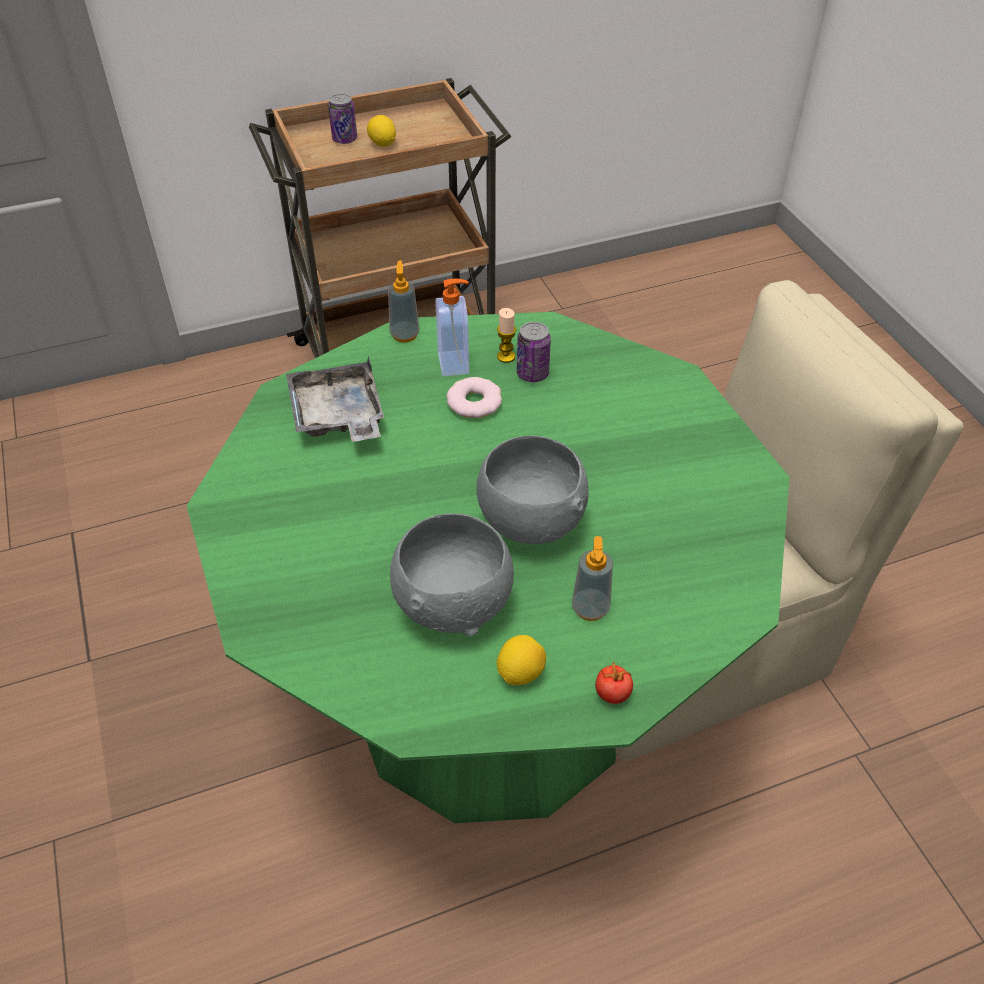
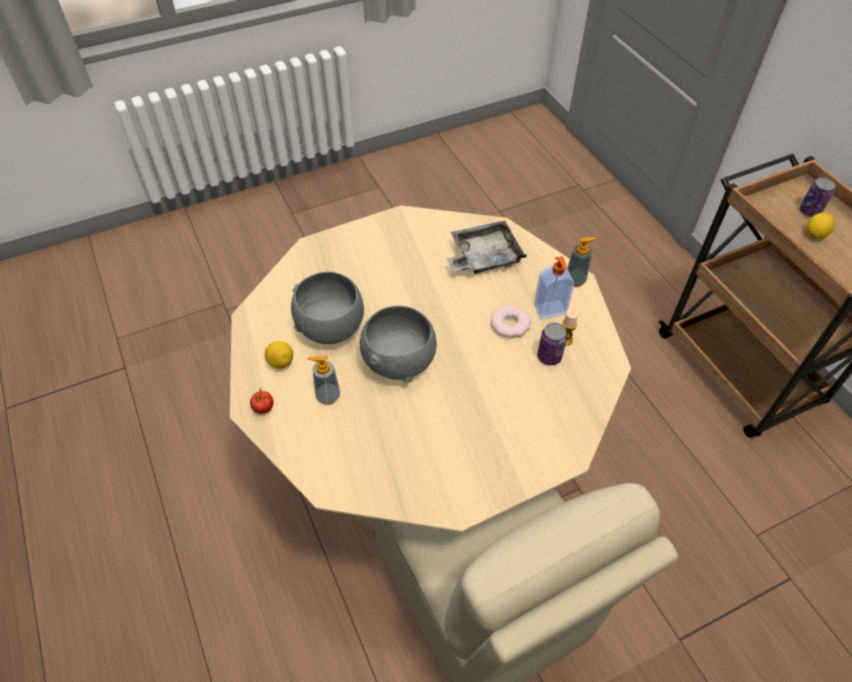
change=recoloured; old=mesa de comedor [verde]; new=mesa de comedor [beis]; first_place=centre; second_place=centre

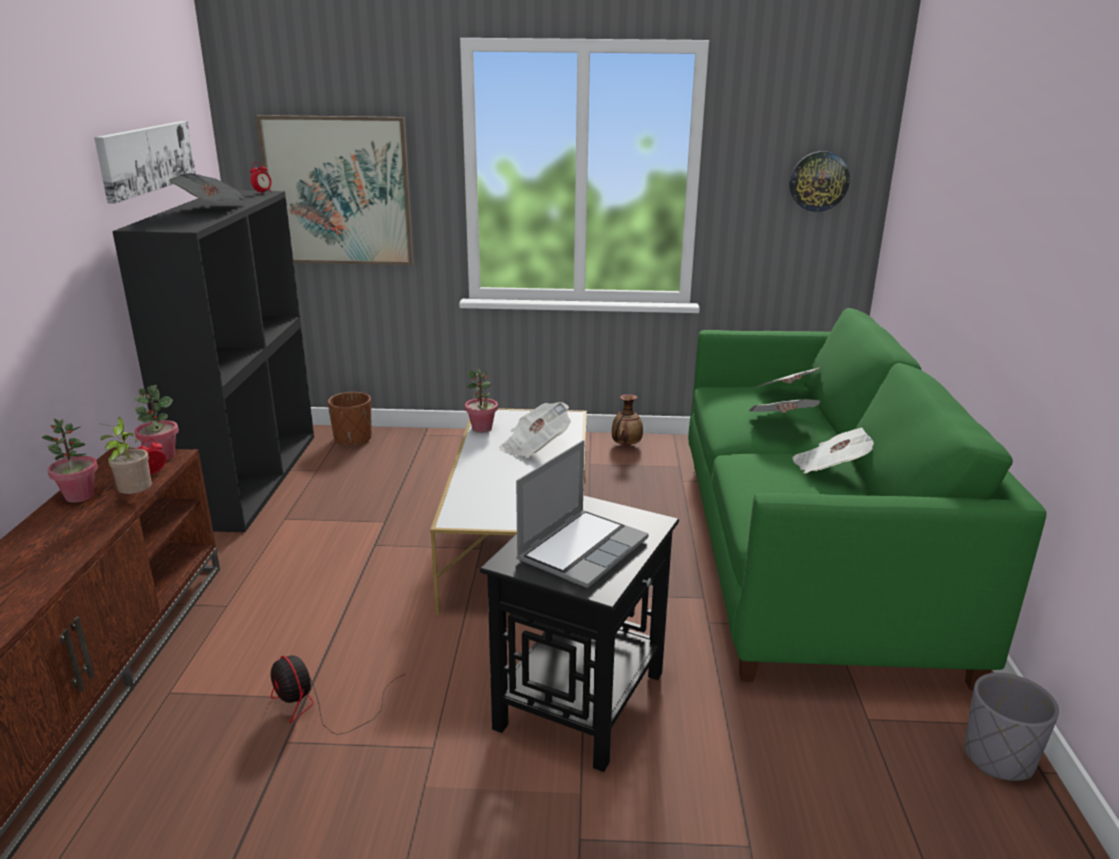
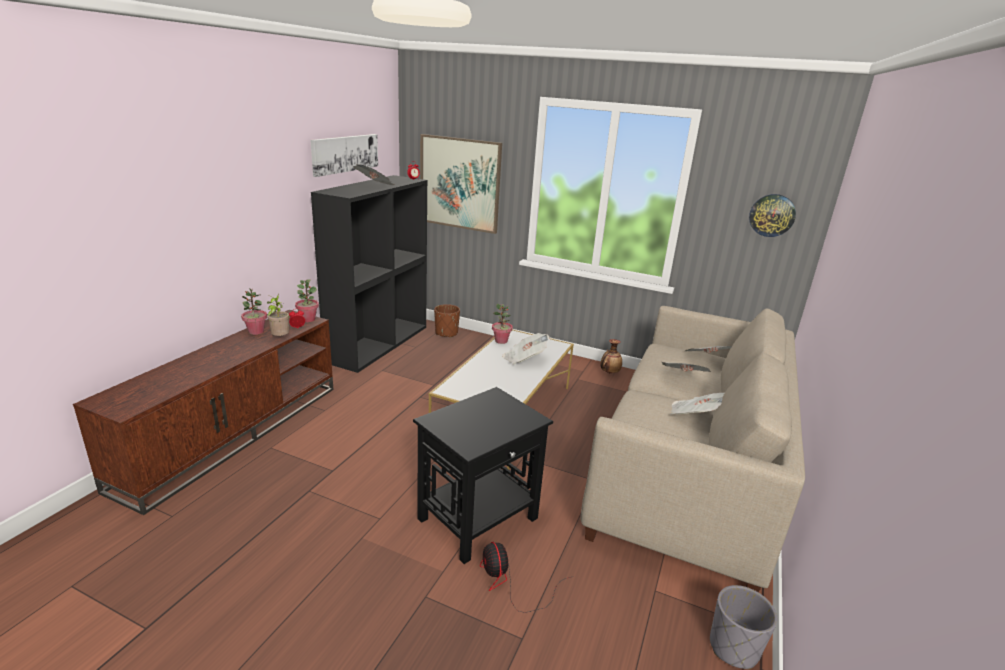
change=moved; old=ventilador; first_place=bottom left; second_place=bottom centre
change=recoloured; old=sofá [verde]; new=sofá [beis]; first_place=middle right; second_place=bottom right
change=removed; old=portátil; first_place=centre

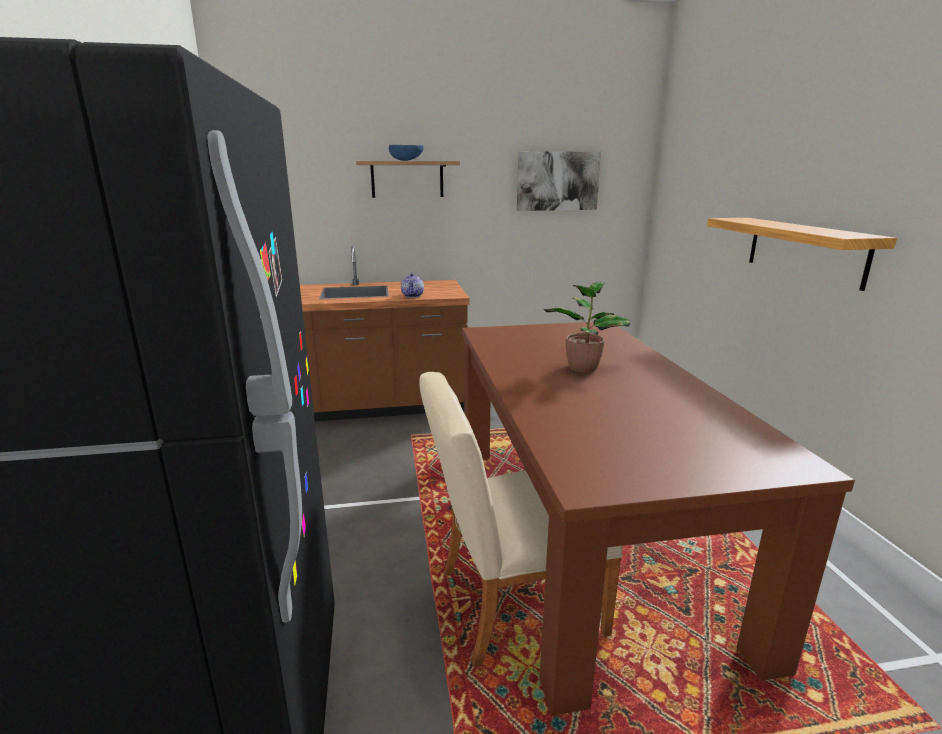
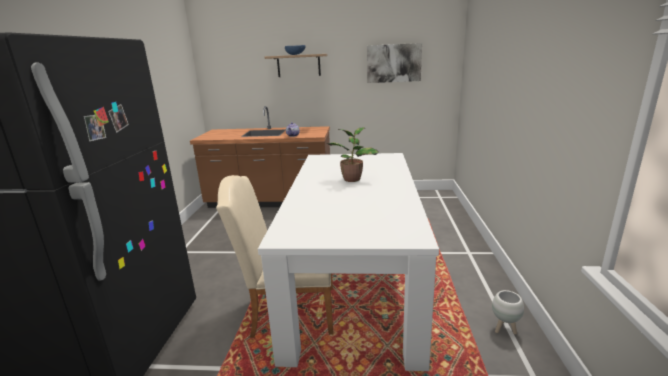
change=recoloured; old=mesa de comedor [marrón]; new=mesa de comedor [blanco]; first_place=bottom right; second_place=bottom centre
change=added; new=maceta [blanco]; second_place=bottom right
change=removed; old=estante (2nd from left); first_place=middle right

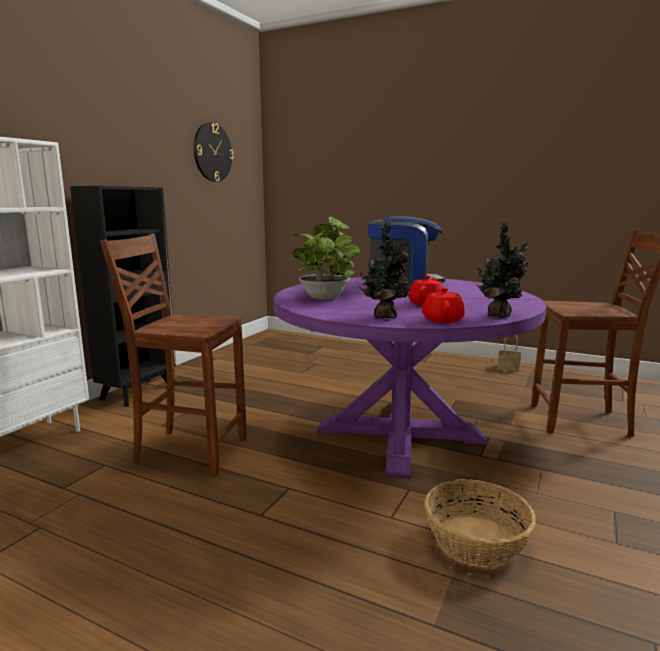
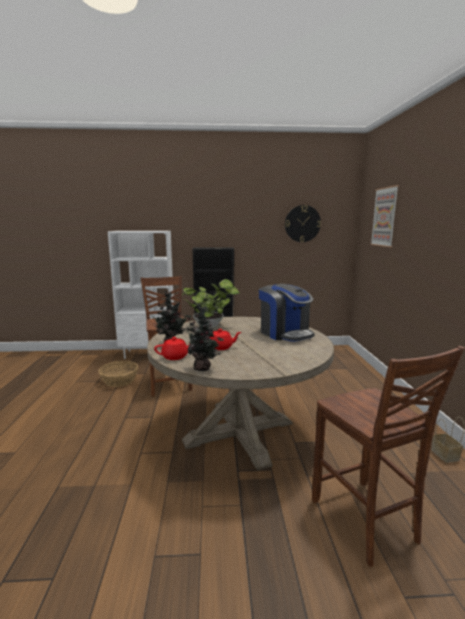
change=moved; old=cesta (1st from left); first_place=bottom right; second_place=middle left
change=recoloured; old=mesa de comedor [morado]; new=mesa de comedor [beis]; first_place=centre; second_place=centre
change=added; new=cuadro; second_place=middle right

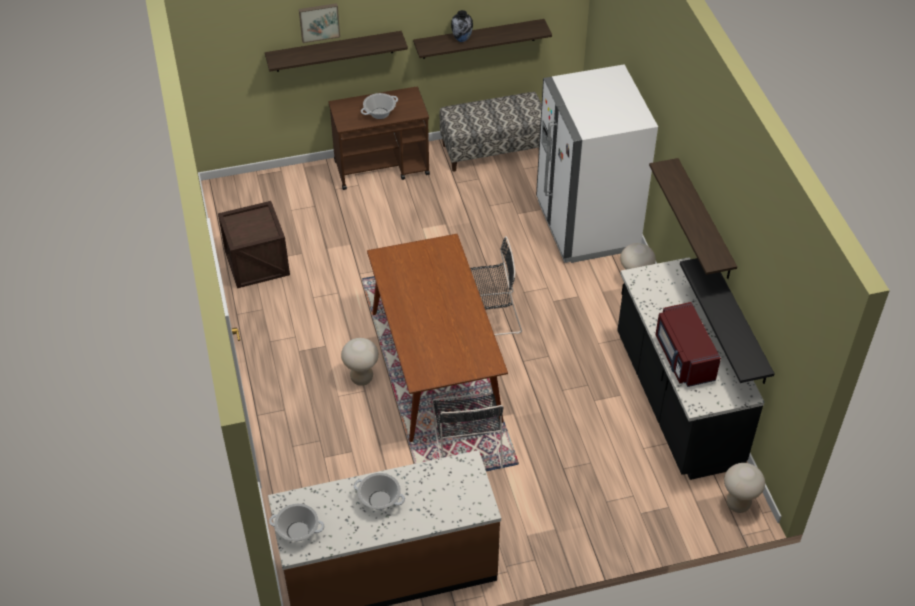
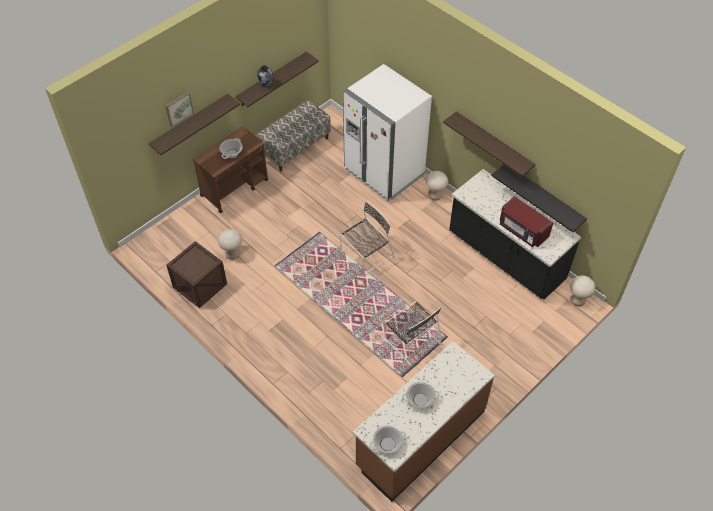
change=moved; old=taburete [beis] (1st from left); first_place=centre; second_place=middle left
change=removed; old=mesa de comedor [marrón]; first_place=centre

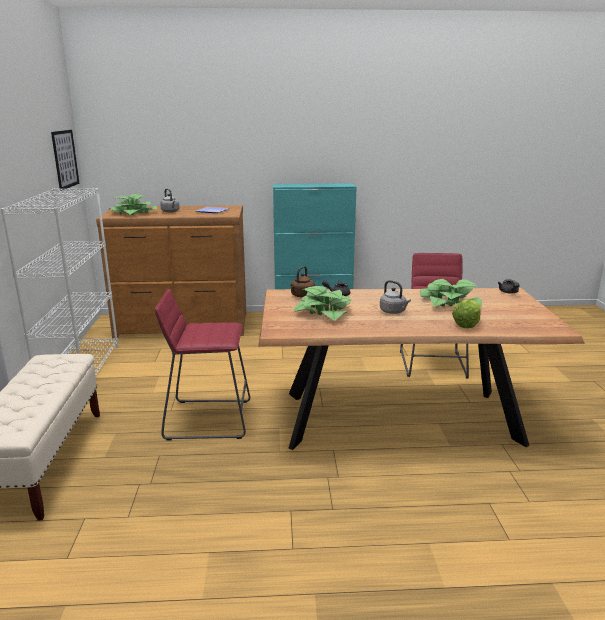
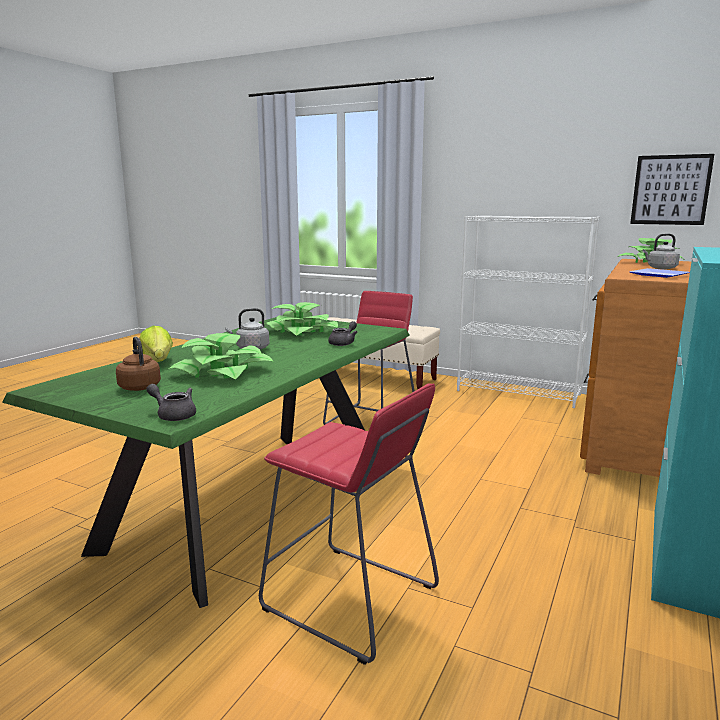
change=recoloured; old=mesa de comedor [marrón]; new=mesa de comedor [verde]; first_place=middle right; second_place=middle left
change=moved; old=hervidor [marrón]; first_place=centre; second_place=middle left

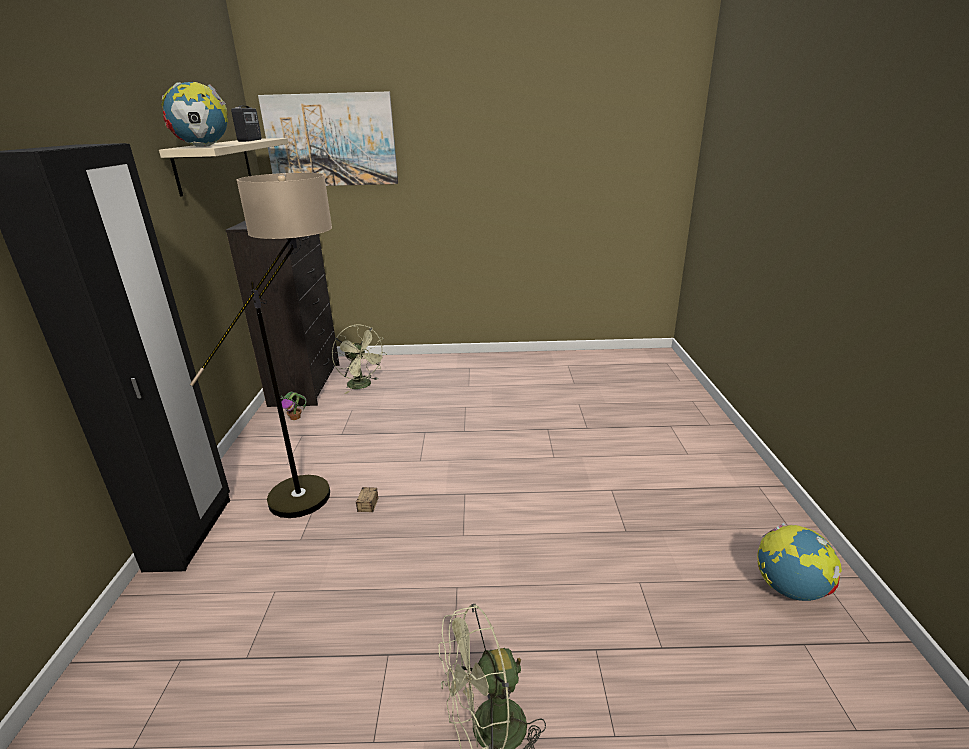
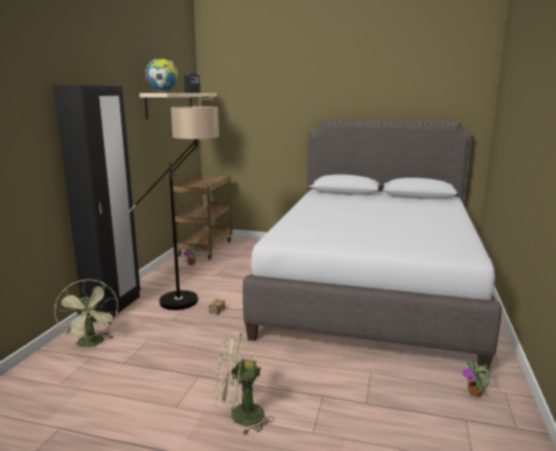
change=moved; old=ventilador [verde] (1st from left); first_place=centre; second_place=bottom left
change=replaced; old=cómoda [negro]; new=carrito [marrón]; first_place=middle left; second_place=centre
change=added; new=cama [gris]; second_place=middle right
change=replaced; old=globo terráqueo (2nd from left); new=planta en maceta (2nd from left); first_place=bottom right; second_place=bottom right
change=removed; old=cuadro; first_place=top centre

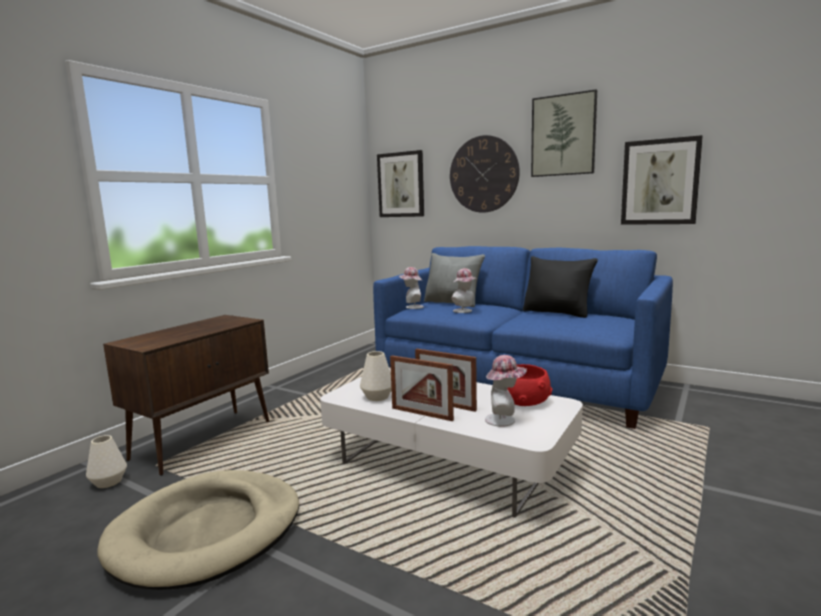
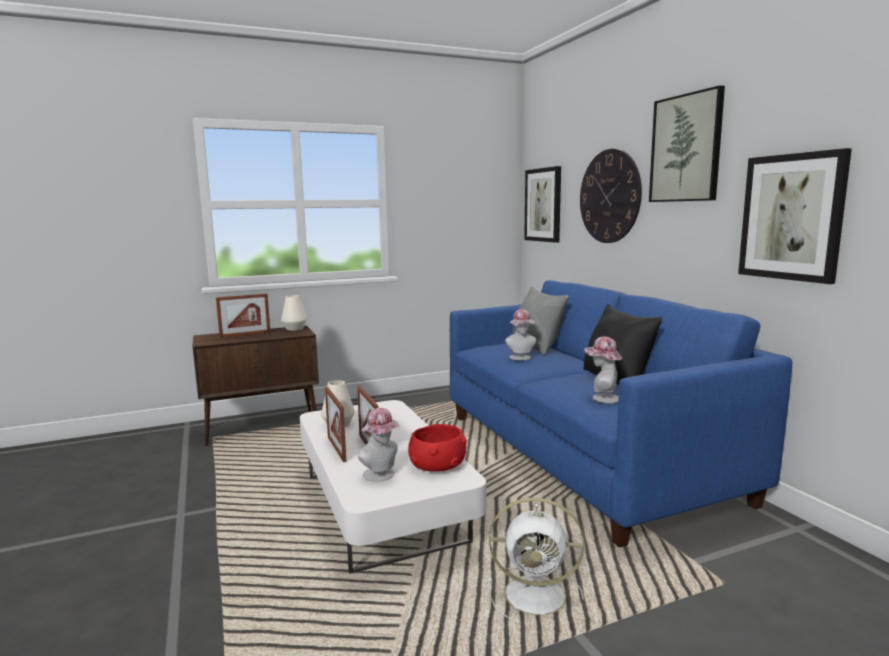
change=added; new=portarretratos (1st from left); second_place=middle left
change=moved; old=florero [blanco] (1st from left); first_place=bottom left; second_place=middle left
change=added; new=ventilador [blanco]; second_place=bottom centre
change=moved; old=sombrero (1st from left in the first image); new=sombrero (3rd from left); first_place=centre; second_place=middle right
change=removed; old=cama para perro [beis]; first_place=bottom left

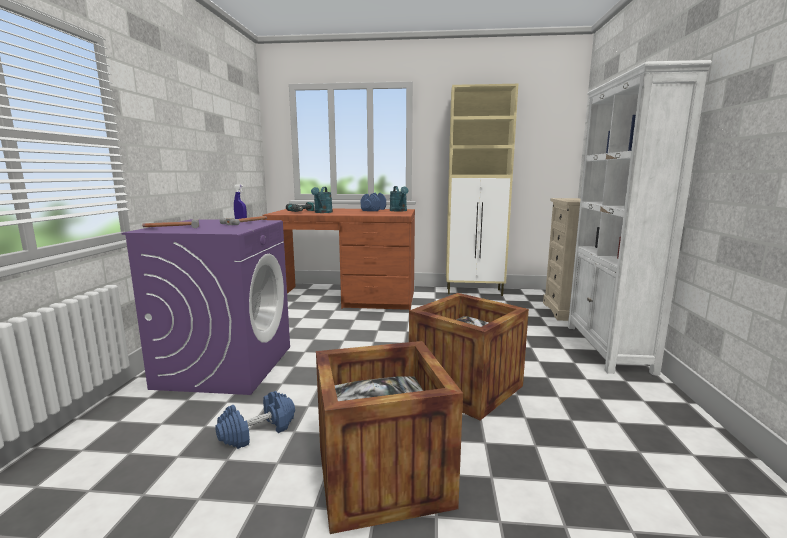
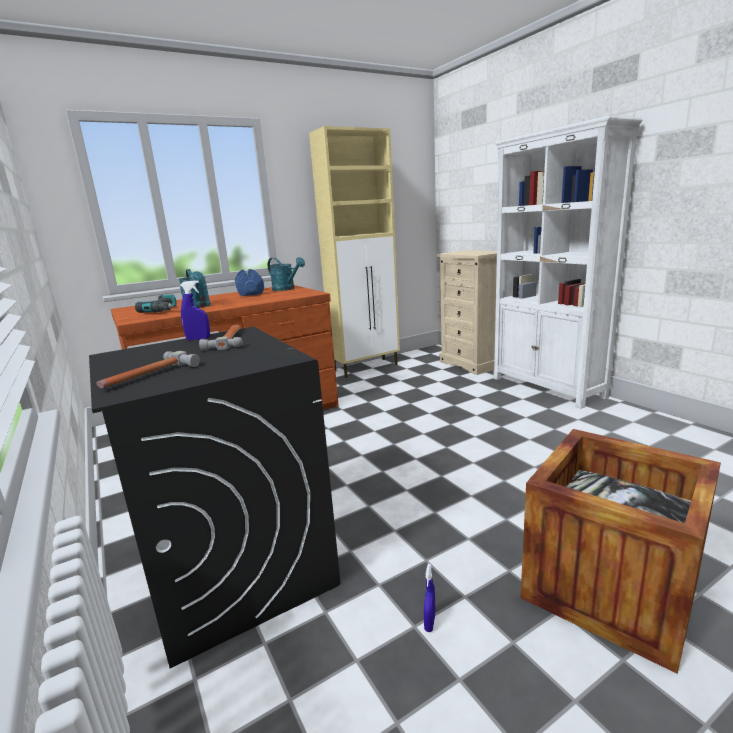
change=recoloured; old=lavadora [morado]; new=lavadora [negro]; first_place=middle left; second_place=bottom left
change=replaced; old=mancuerna [azul] (1st from left); new=pulverizador [azul] (2nd from left); first_place=bottom left; second_place=bottom centre
change=removed; old=caja de embalaje (2nd from left); first_place=centre

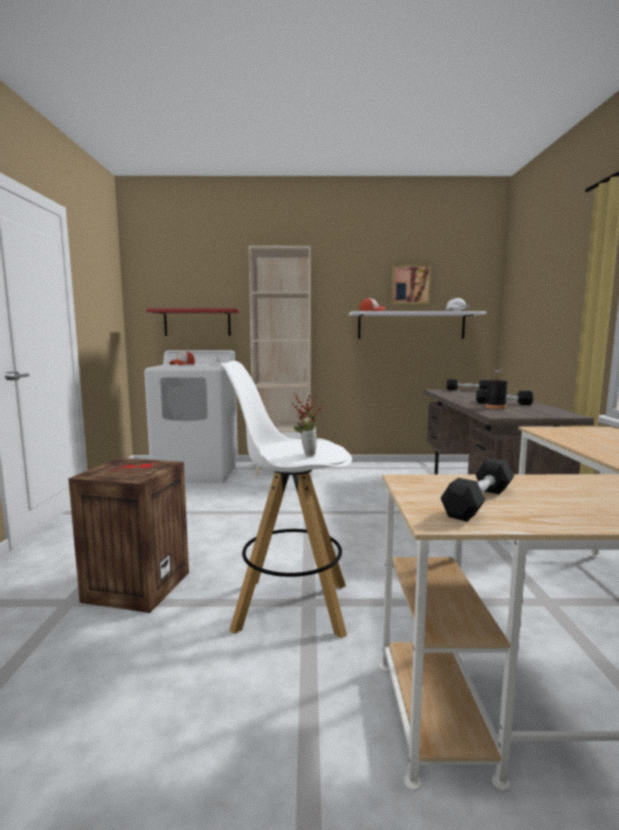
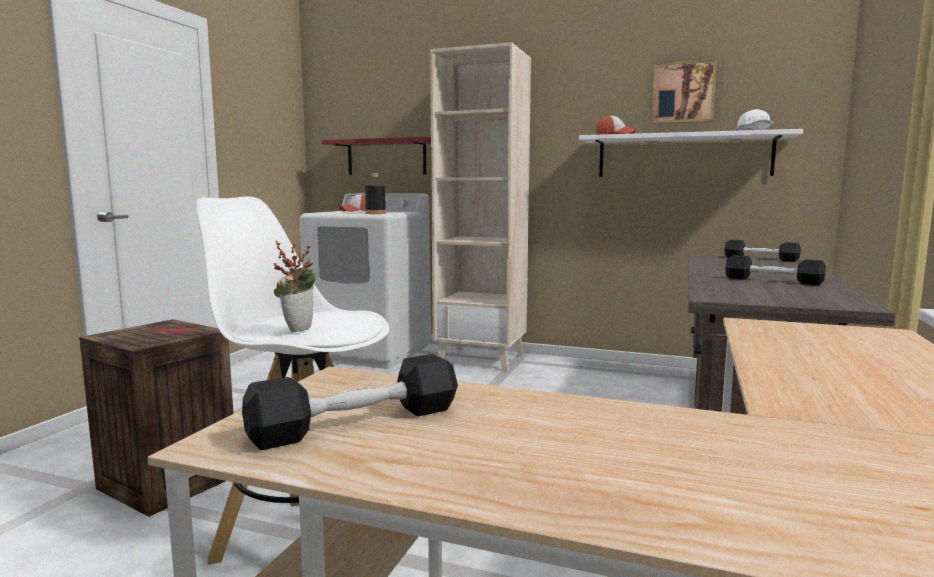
change=moved; old=botella [negro]; first_place=middle right; second_place=centre

